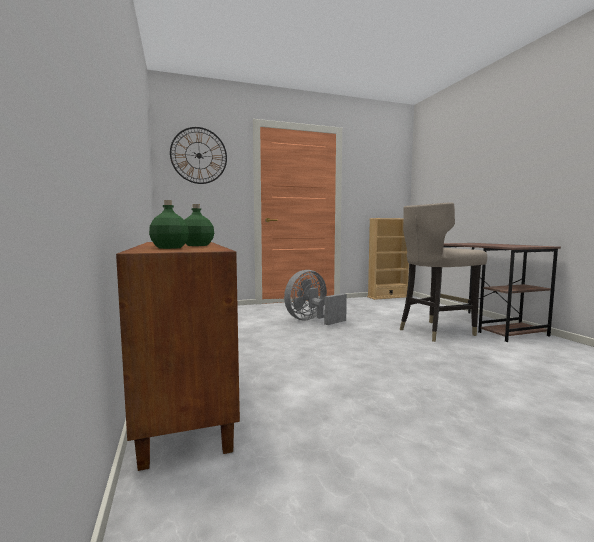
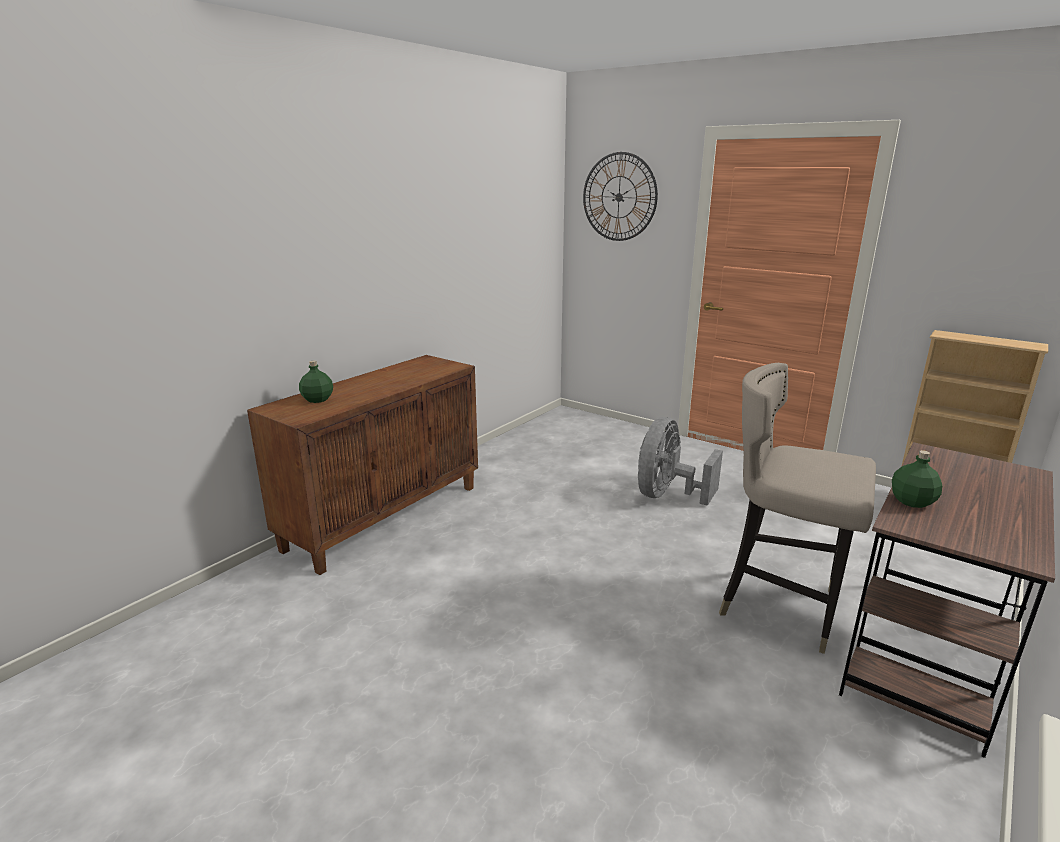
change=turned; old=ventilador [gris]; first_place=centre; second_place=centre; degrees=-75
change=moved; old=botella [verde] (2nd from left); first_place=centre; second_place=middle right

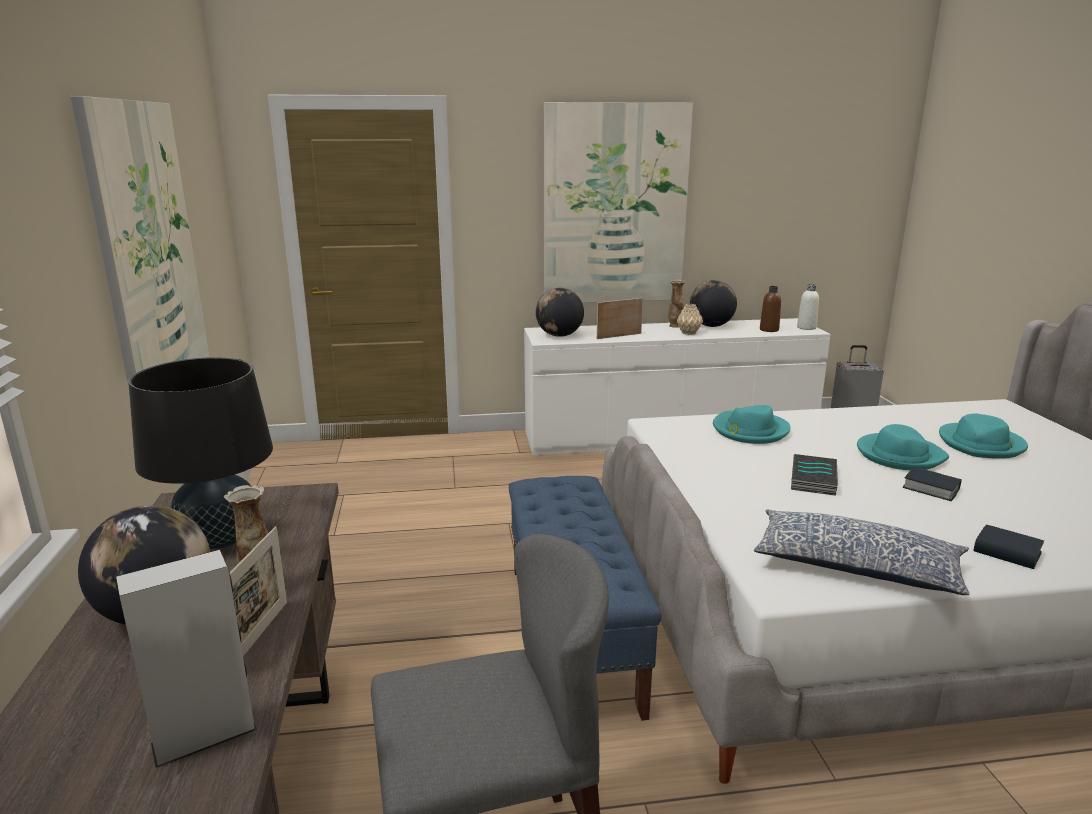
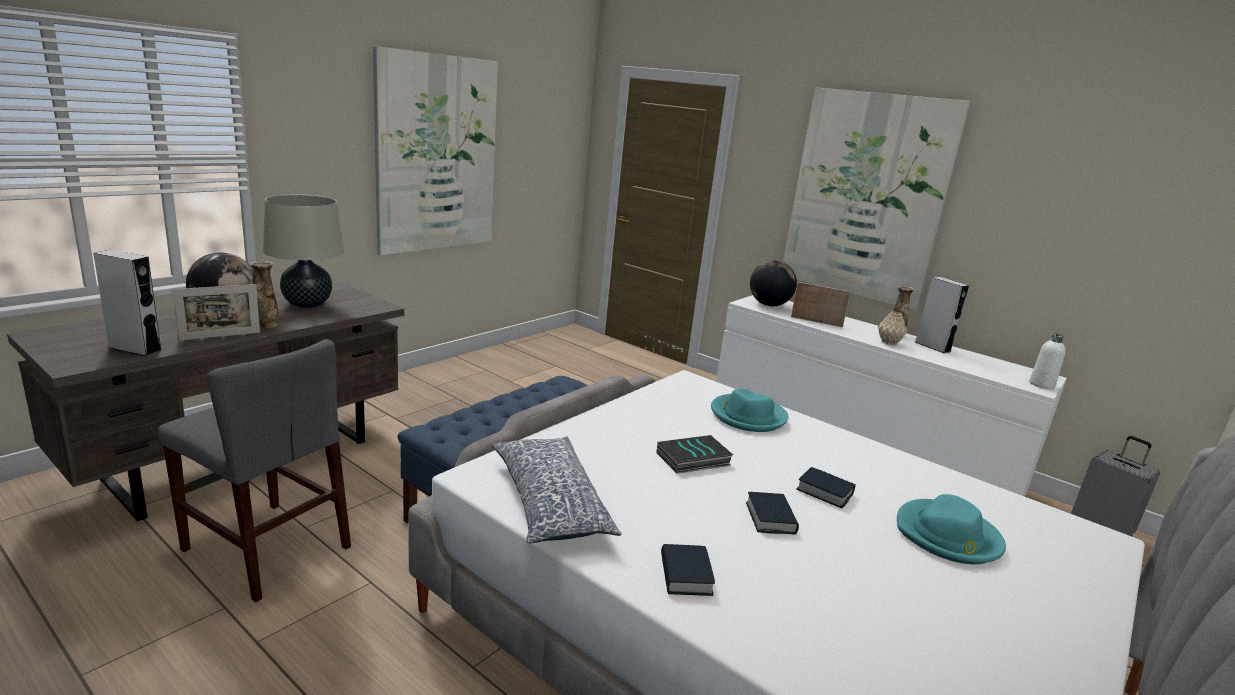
change=recoloured; old=lámpara de mesa [negro]; new=lámpara de mesa [beis]; first_place=middle left; second_place=middle left
change=replaced; old=sombrero [turquesa] (2nd from left); new=libro (4th from left); first_place=middle right; second_place=bottom right
change=replaced; old=globo terráqueo (3rd from left); new=altavoz [gris] (2nd from left); first_place=centre; second_place=middle right
change=removed; old=botella [marrón]; first_place=middle right

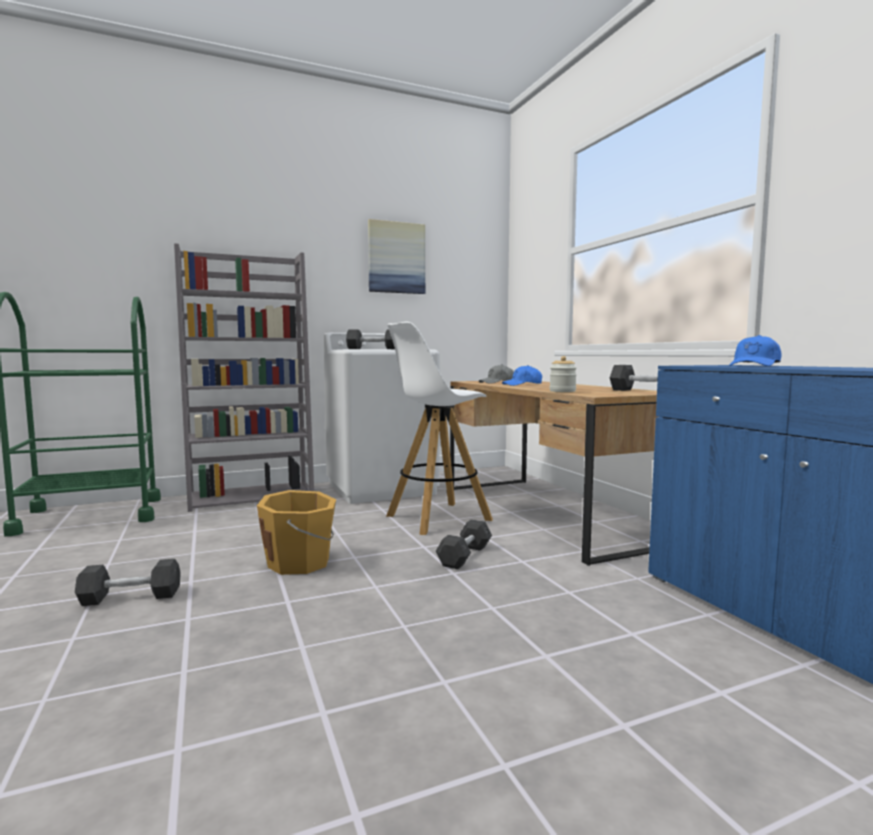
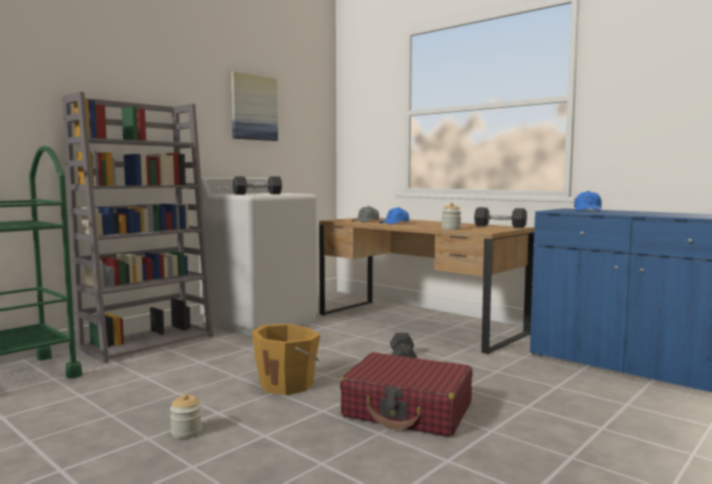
change=replaced; old=mancuerna [gris] (1st from left); new=tarro (1st from left); first_place=bottom left; second_place=bottom left
change=added; new=maleta [rojo]; second_place=bottom centre
change=removed; old=taburete [blanco]; first_place=centre

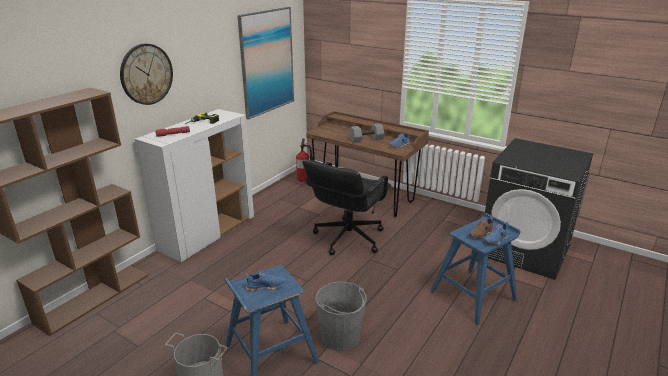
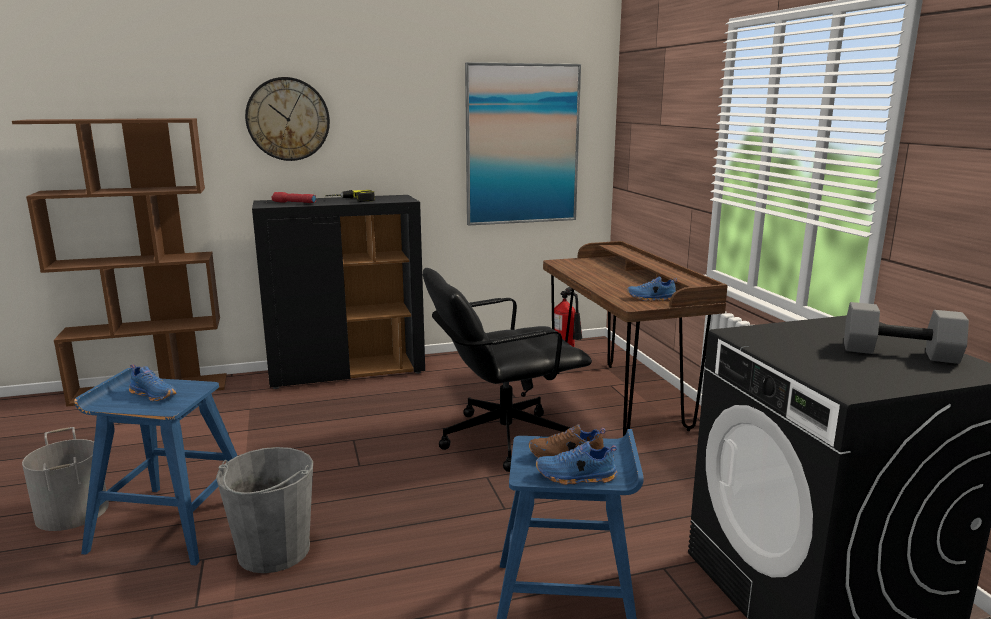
change=recoloured; old=armario [blanco]; new=armario [negro]; first_place=middle left; second_place=centre
change=moved; old=mancuerna [gris]; first_place=centre; second_place=middle right

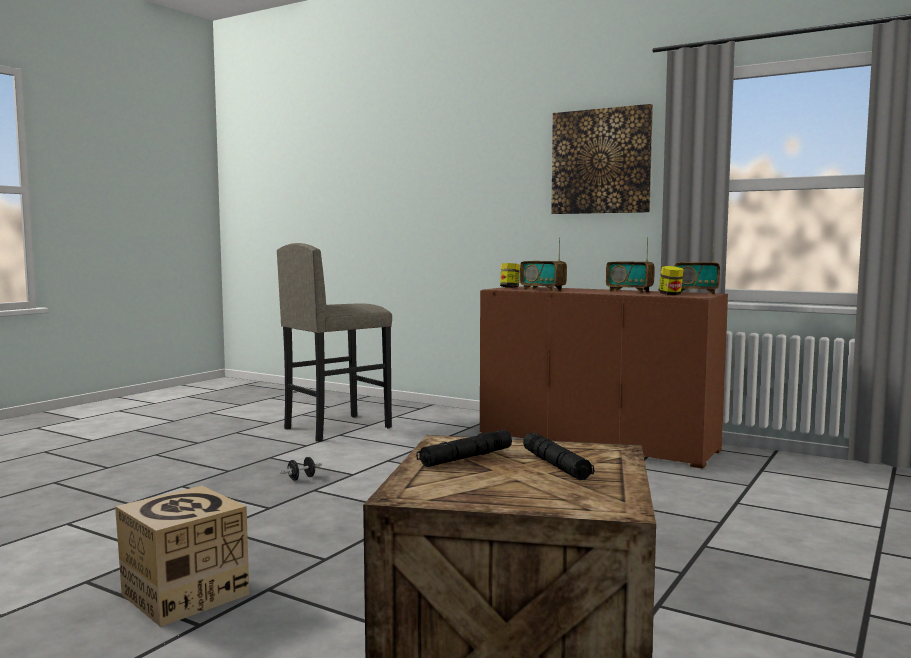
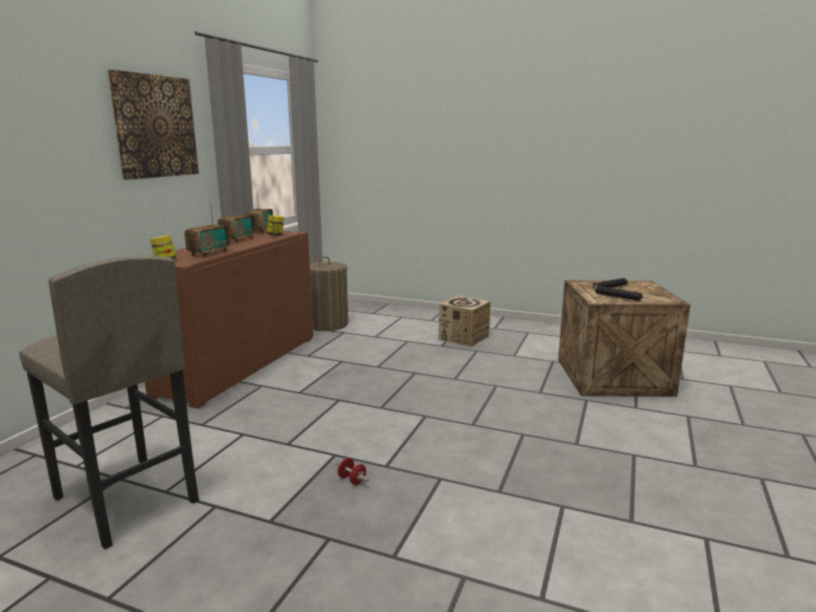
change=added; new=cesto de la ropa; second_place=centre
change=recoloured; old=mancuerna [negro]; new=mancuerna [rojo]; first_place=bottom left; second_place=bottom centre
change=moved; old=caja de cartón; first_place=bottom left; second_place=centre

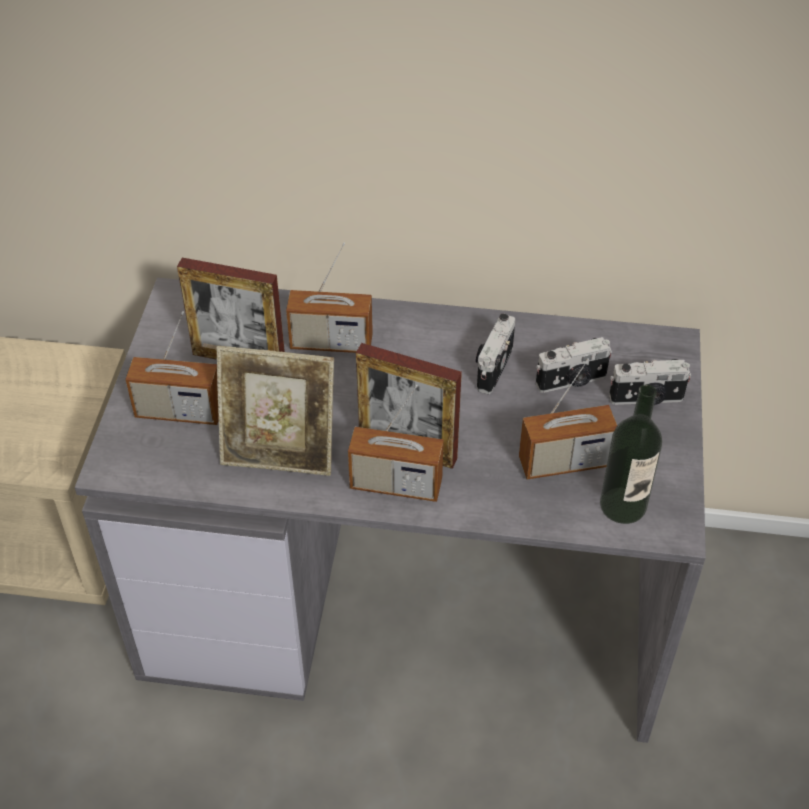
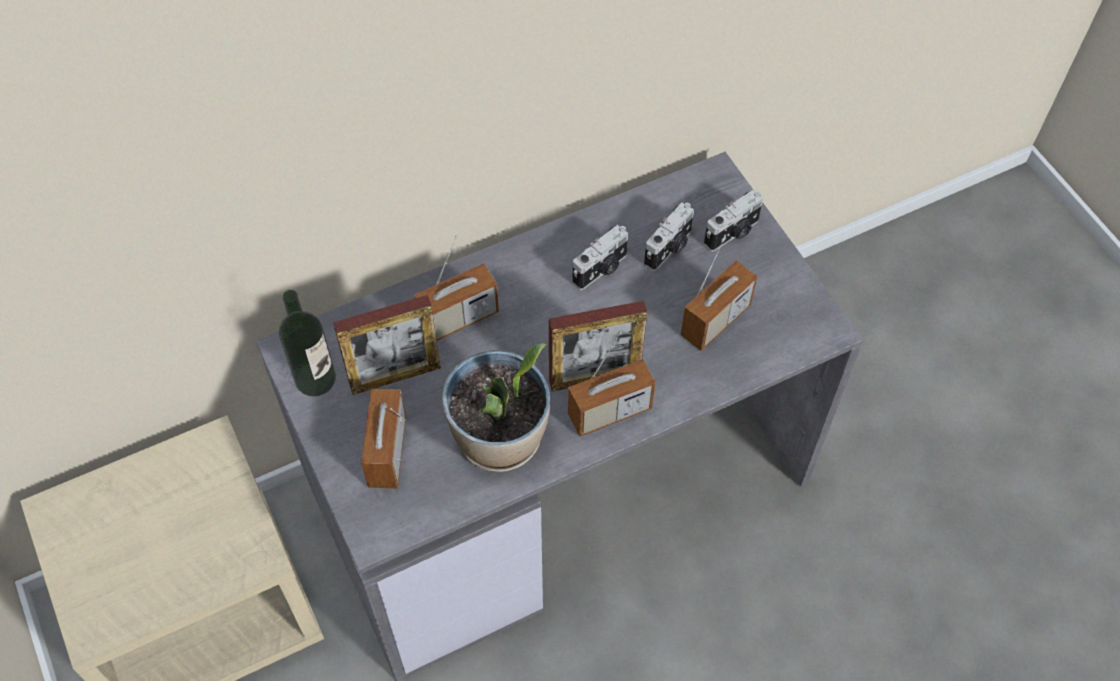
change=moved; old=botella; first_place=middle right; second_place=middle left
change=turned; old=radio (1st from left); first_place=middle left; second_place=centre; degrees=120
change=replaced; old=portarretratos (2nd from left); new=planta en maceta; first_place=centre; second_place=centre
change=turned; old=cámara (1st from left); first_place=centre; second_place=centre; degrees=-120

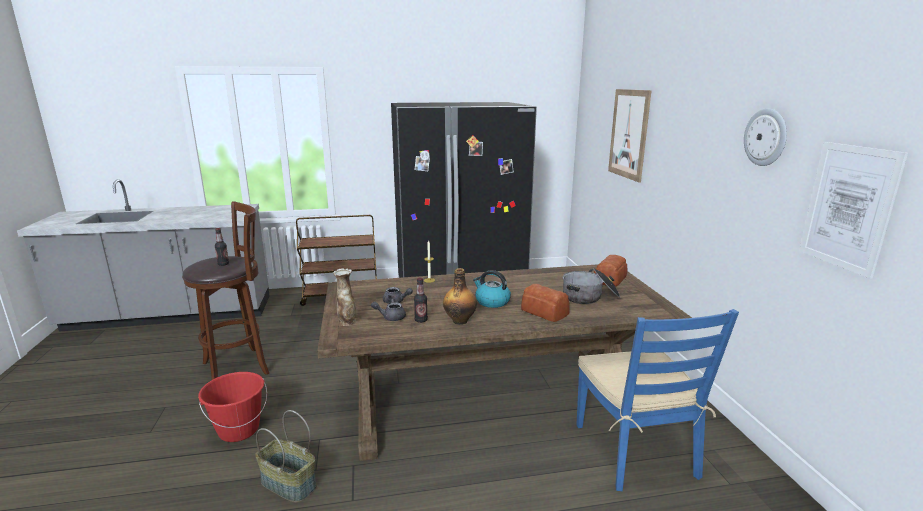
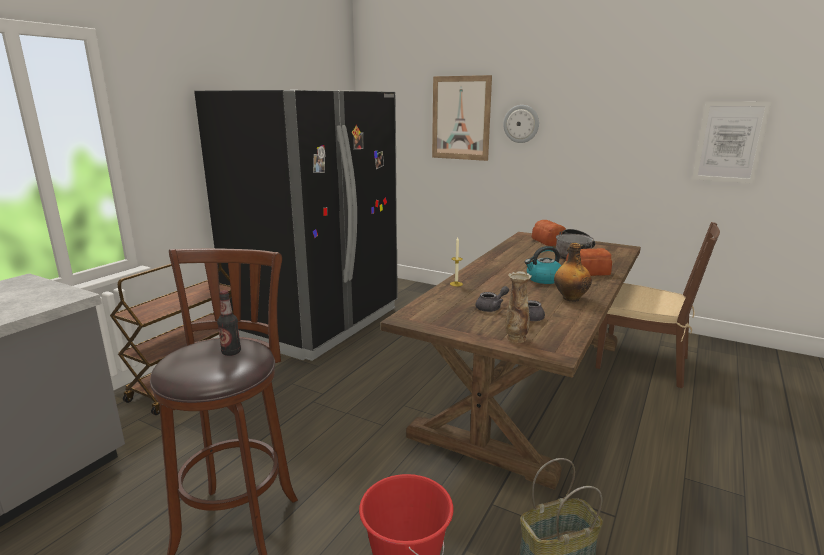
change=moved; old=reloj de pared; first_place=top right; second_place=top centre
change=recoloured; old=silla [azul]; new=silla [marrón]; first_place=bottom right; second_place=middle right
change=removed; old=botella (2nd from left); first_place=centre

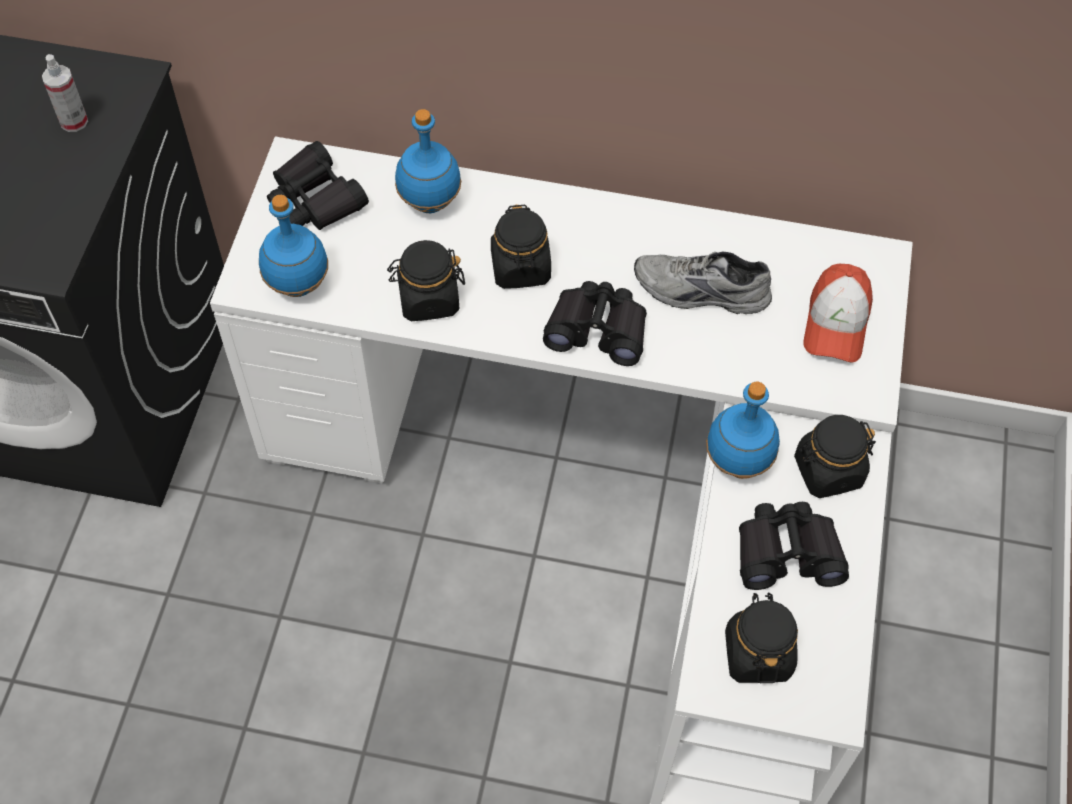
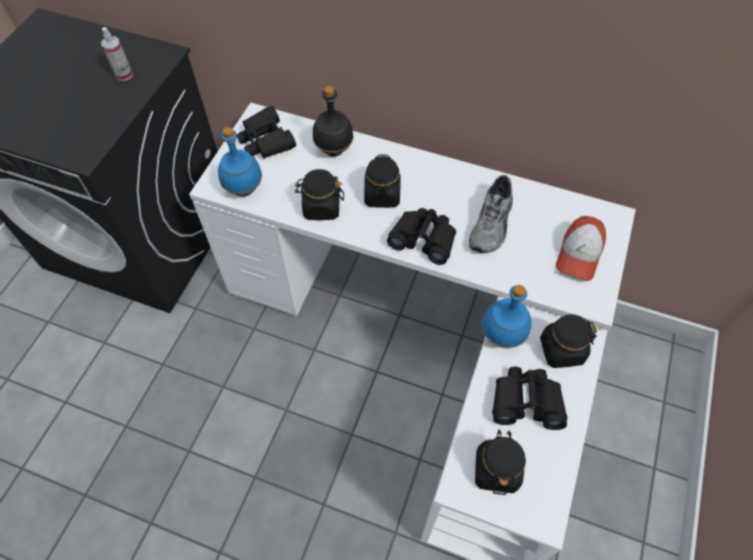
change=recoloured; old=botella [azul] (2nd from left); new=botella [negro]; first_place=top centre; second_place=top centre
change=turned; old=zapato [gris]; first_place=centre; second_place=centre; degrees=-90

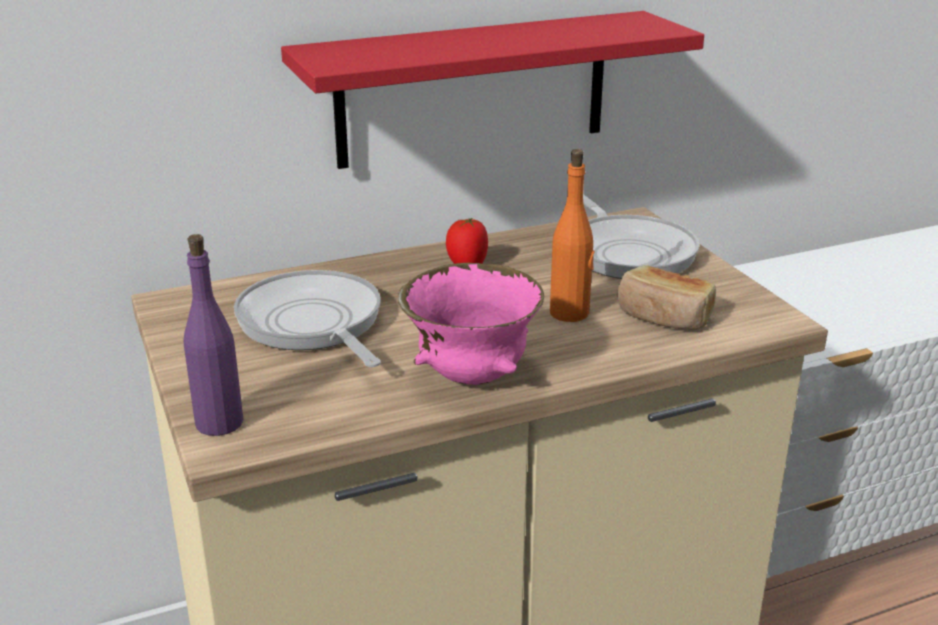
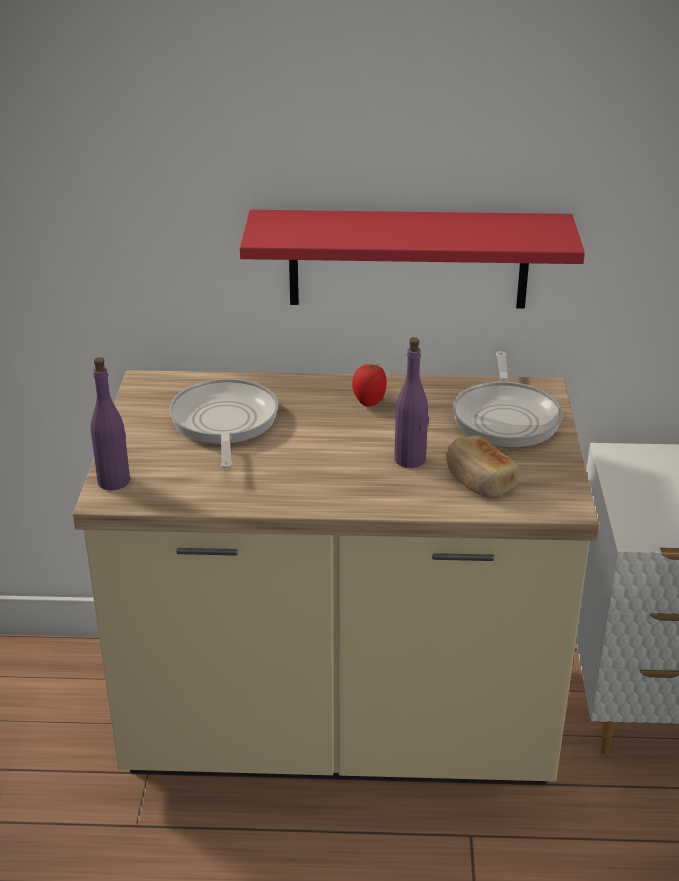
change=recoloured; old=botella [naranja]; new=botella [morado] (2nd from left); first_place=centre; second_place=centre
change=removed; old=cuenco [rosa]; first_place=centre

